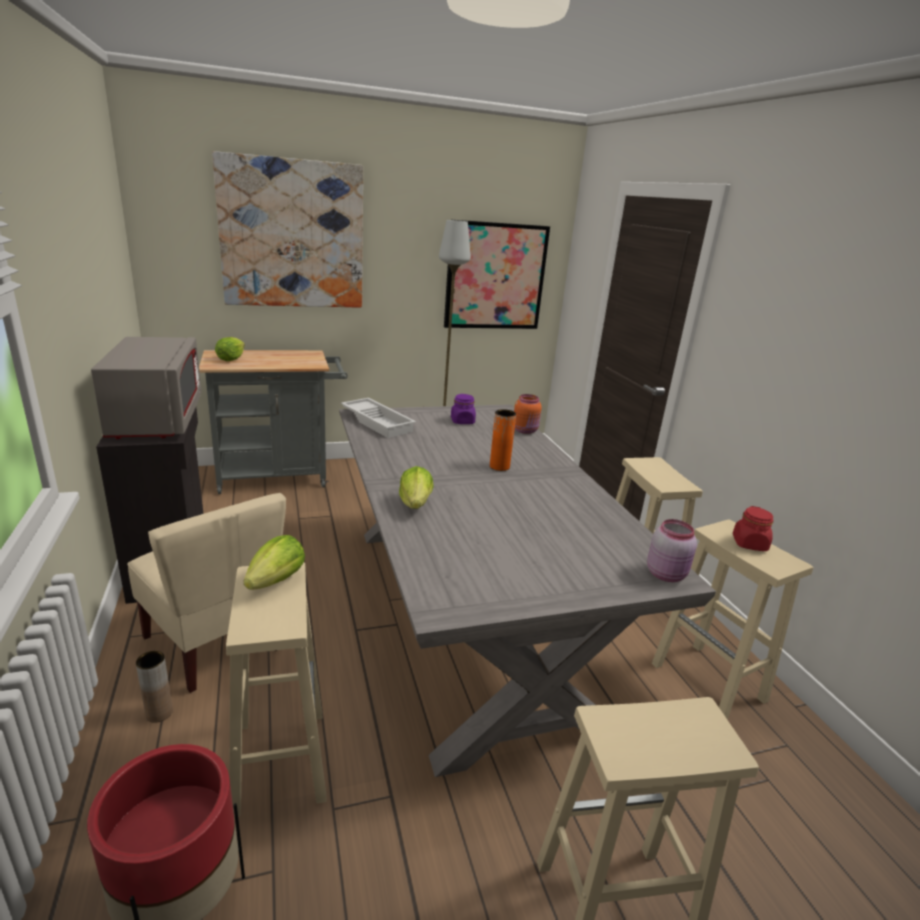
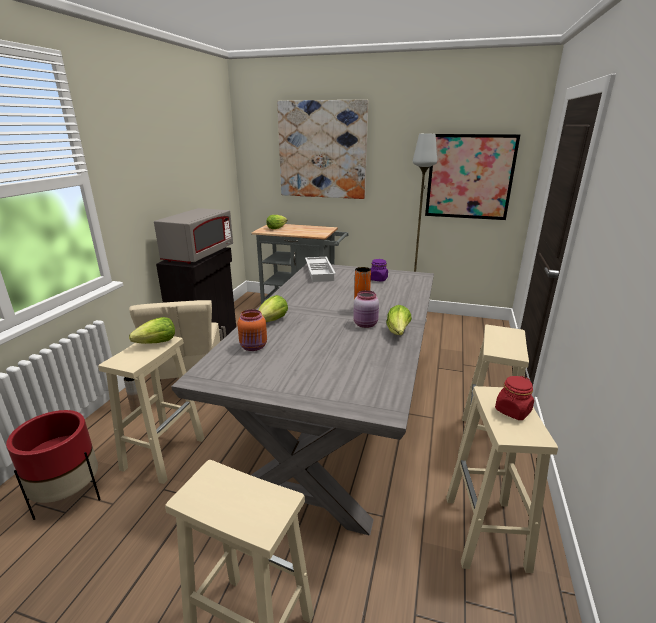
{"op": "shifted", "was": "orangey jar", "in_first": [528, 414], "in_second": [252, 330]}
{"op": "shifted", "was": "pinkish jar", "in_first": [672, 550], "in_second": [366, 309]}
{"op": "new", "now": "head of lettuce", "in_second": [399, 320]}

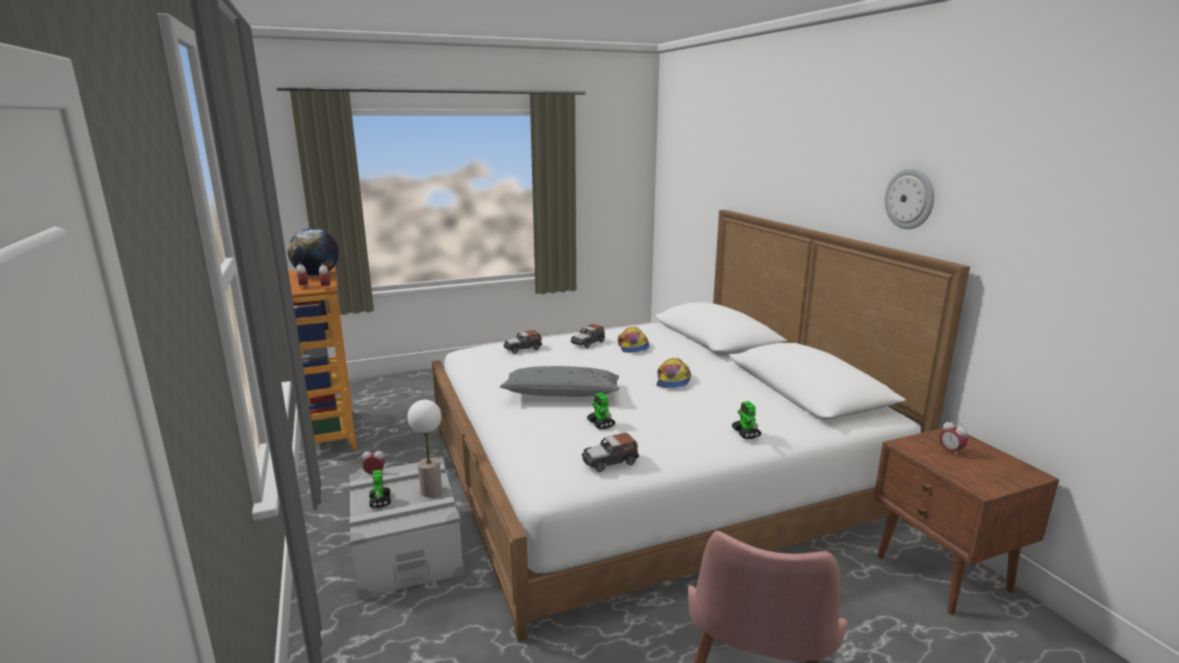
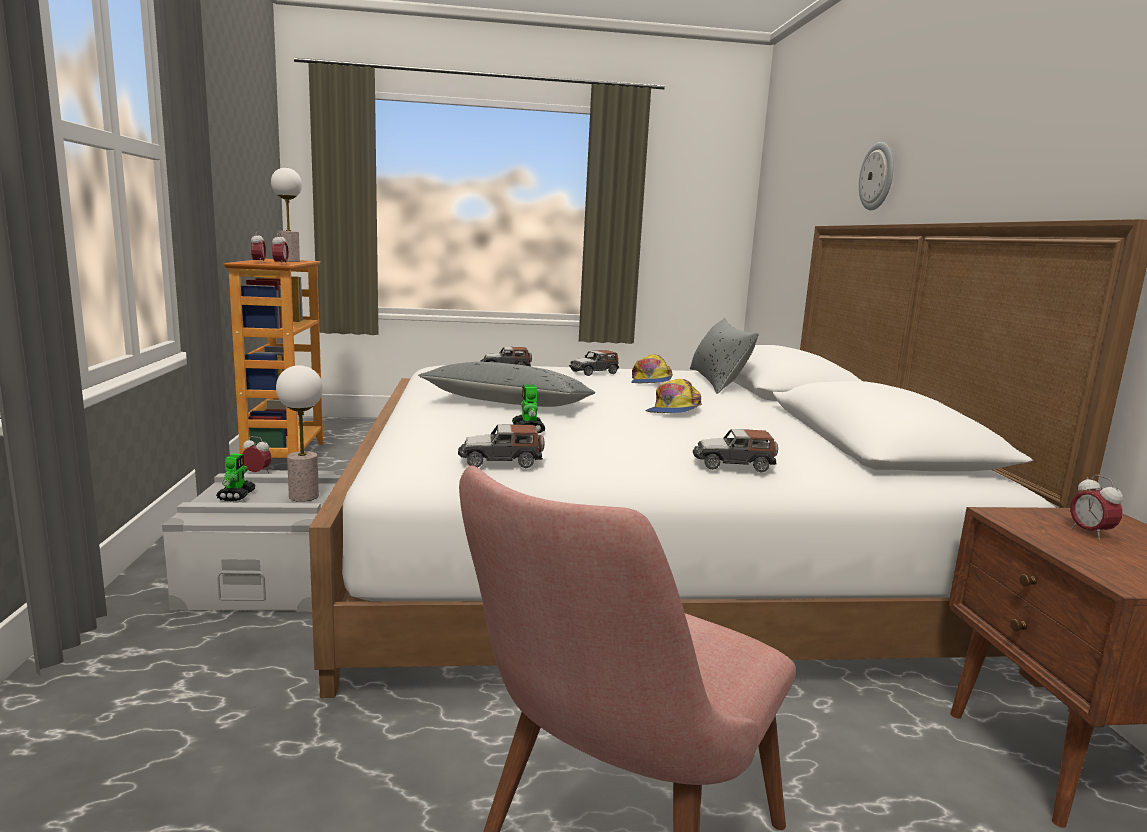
{"op": "swapped", "was": "desk globe", "now": "tabletop lamp", "in_first": [313, 252], "in_second": [286, 215]}
{"op": "swapped", "was": "model robot", "now": "miniature car", "in_first": [746, 420], "in_second": [735, 450]}
{"op": "shifted", "was": "hanging clock", "in_first": [909, 198], "in_second": [876, 176]}
{"op": "new", "now": "greyish throw pillow", "in_second": [724, 356]}

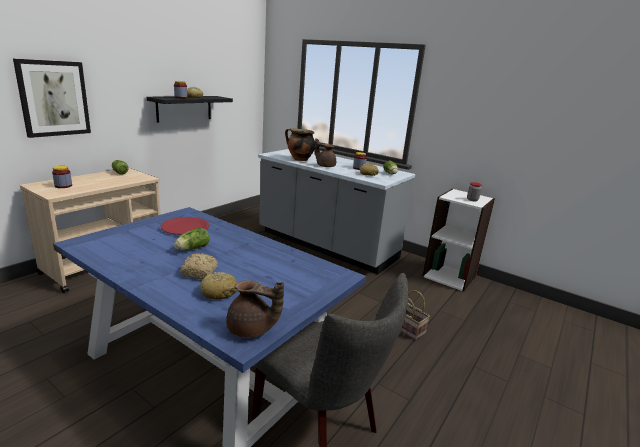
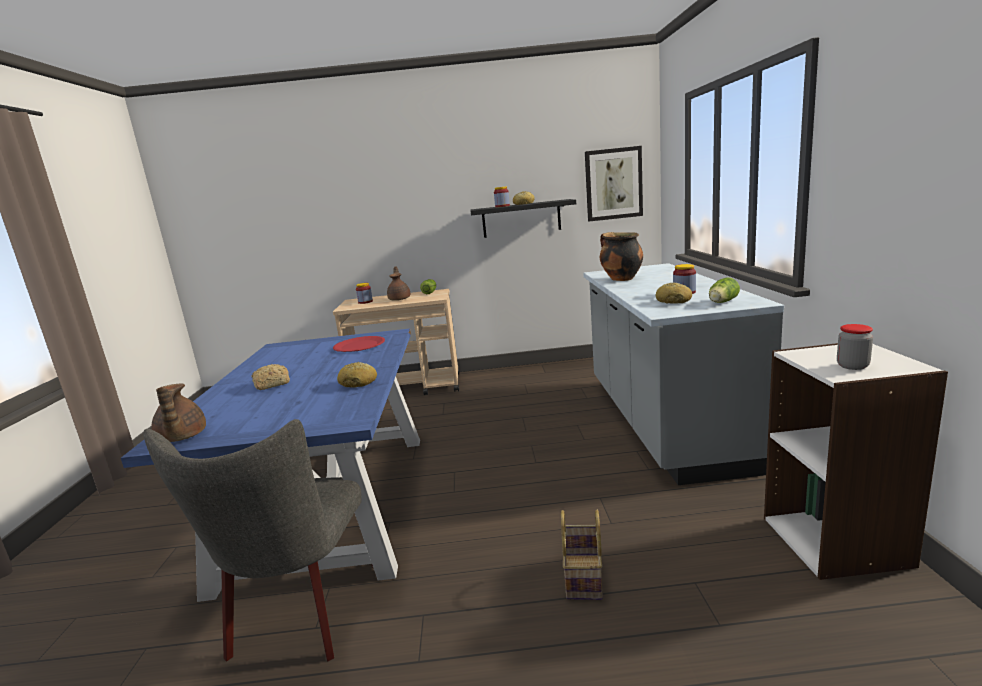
{"op": "shifted", "was": "wall art", "in_first": [52, 98], "in_second": [614, 184]}
{"op": "gone", "was": "head of lettuce", "in_first": [192, 239]}
{"op": "shifted", "was": "baked bread", "in_first": [218, 286], "in_second": [357, 375]}
{"op": "shifted", "was": "brownish teapot", "in_first": [325, 152], "in_second": [399, 283]}

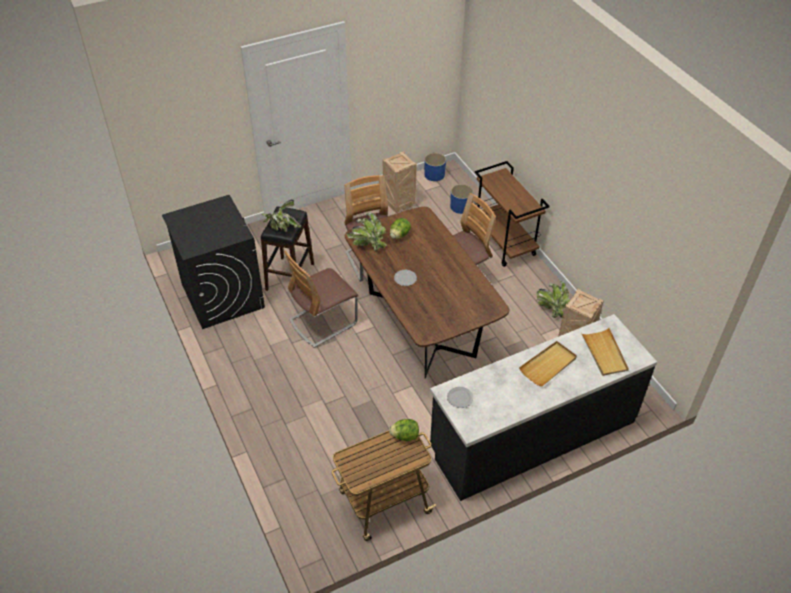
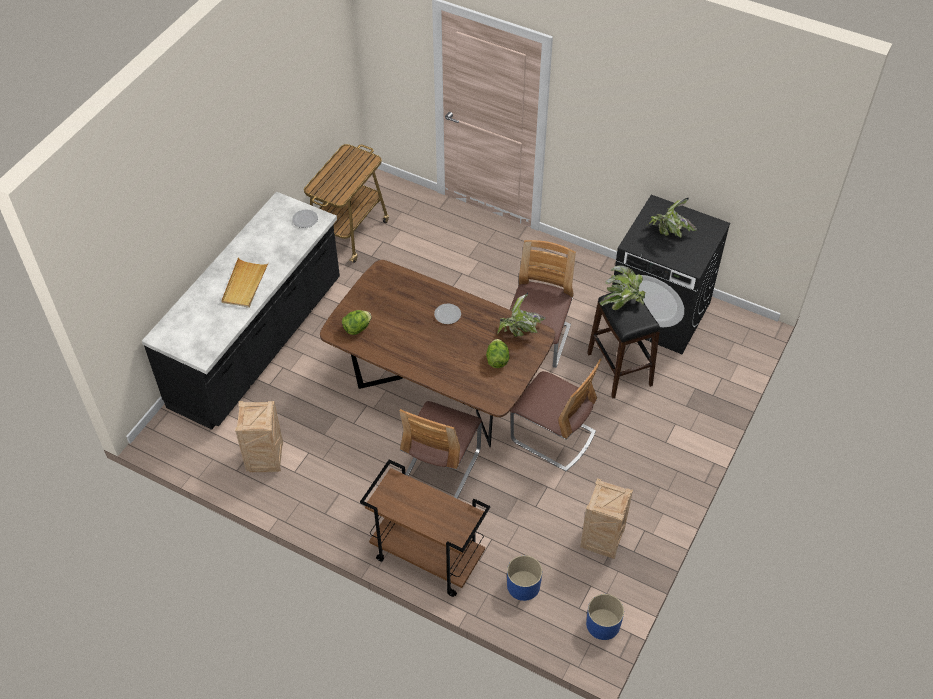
{"op": "shifted", "was": "head of lettuce", "in_first": [404, 430], "in_second": [357, 322]}
{"op": "shifted", "was": "potted plant", "in_first": [553, 299], "in_second": [671, 218]}
{"op": "gone", "was": "beige tray", "in_first": [605, 352]}

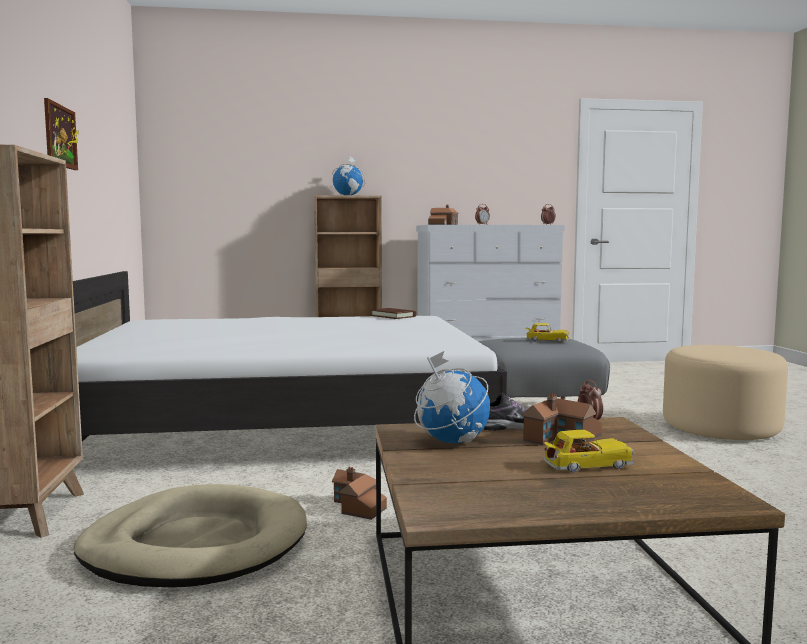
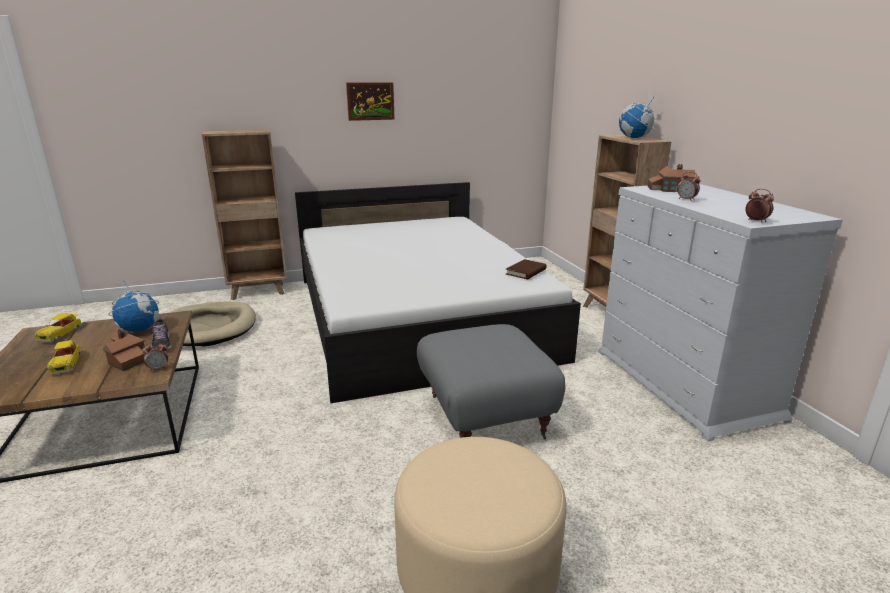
{"op": "gone", "was": "model house", "in_first": [359, 493]}
{"op": "shifted", "was": "miniature car", "in_first": [547, 333], "in_second": [58, 327]}

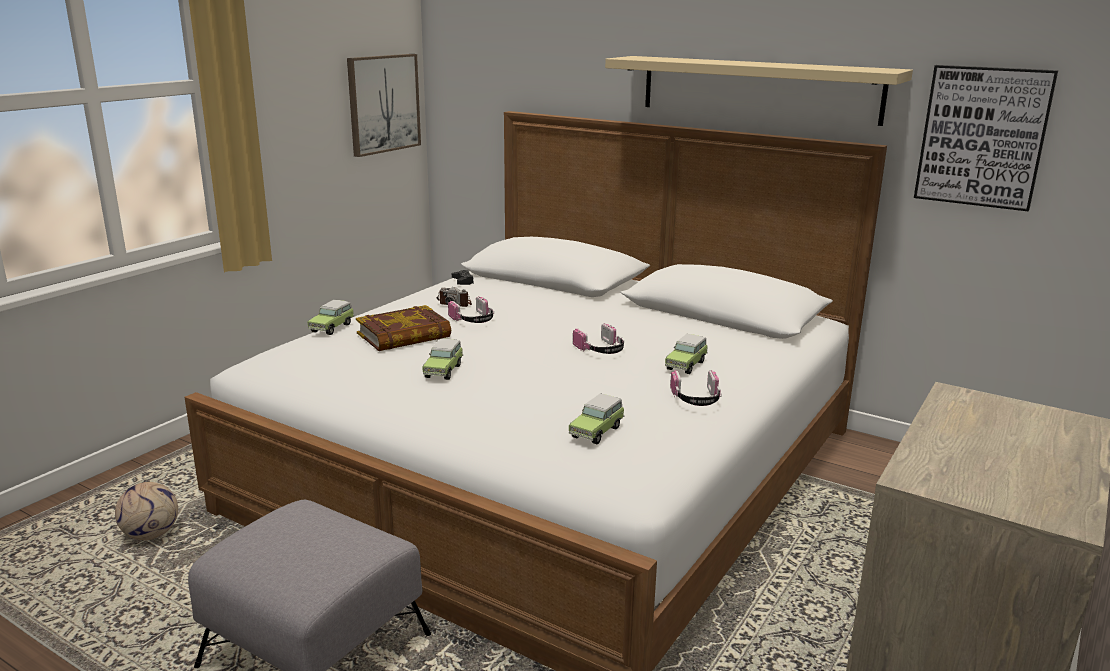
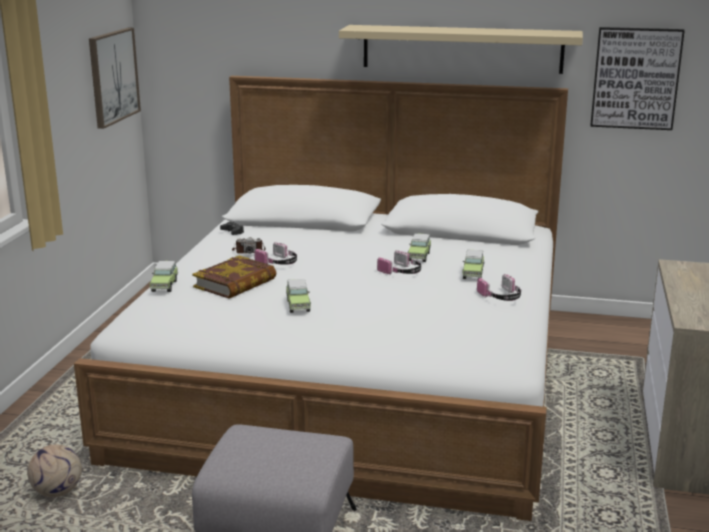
{"op": "shifted", "was": "miniature car", "in_first": [597, 418], "in_second": [419, 248]}

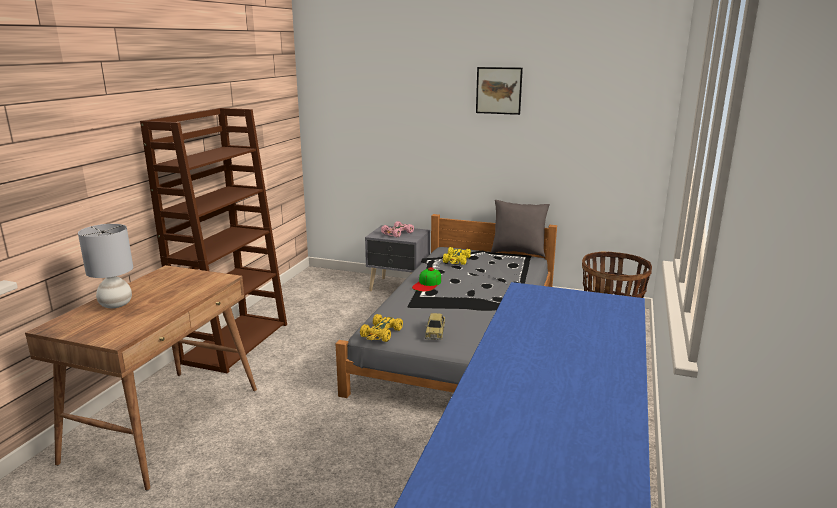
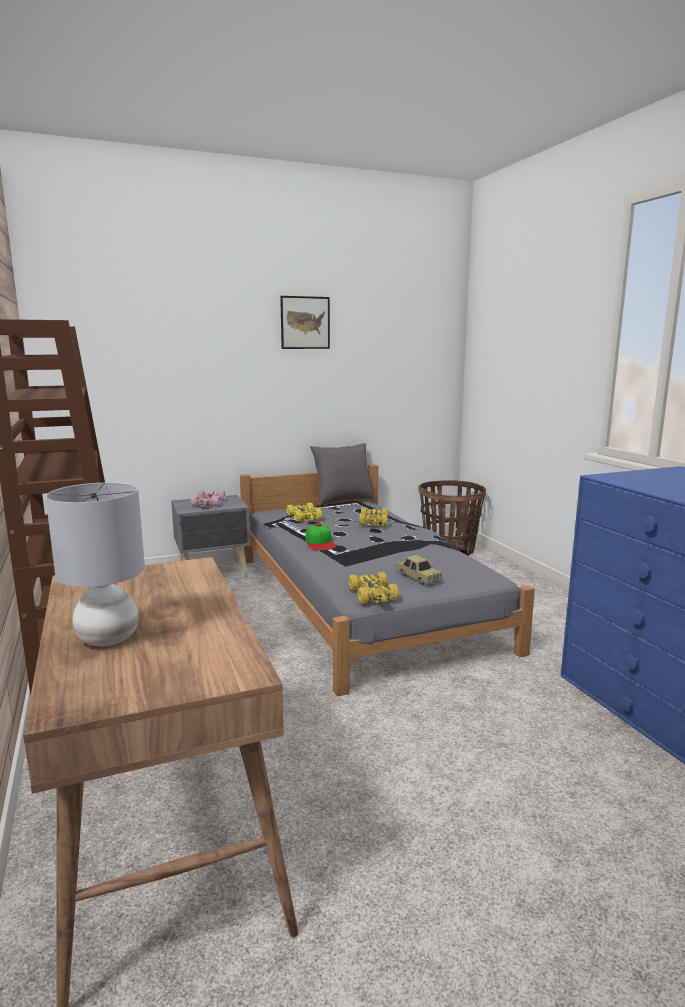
{"op": "new", "now": "yellowish miniature car", "in_second": [373, 516]}

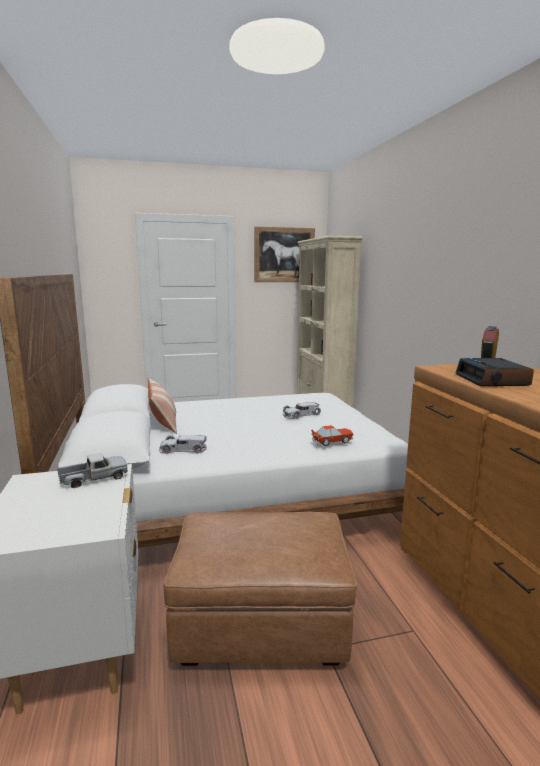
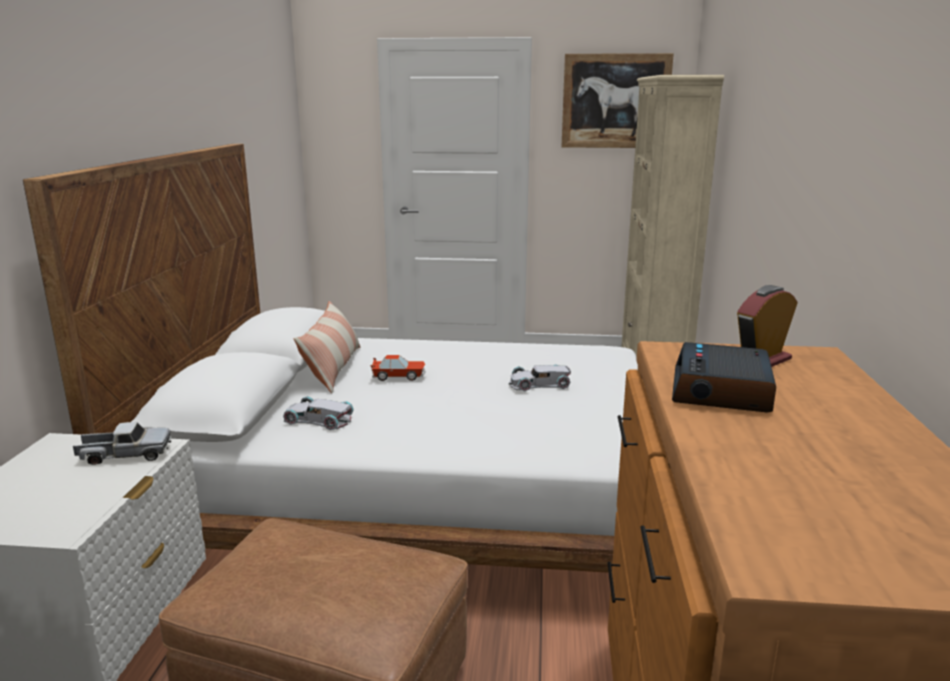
{"op": "shifted", "was": "miniature car", "in_first": [332, 435], "in_second": [398, 368]}

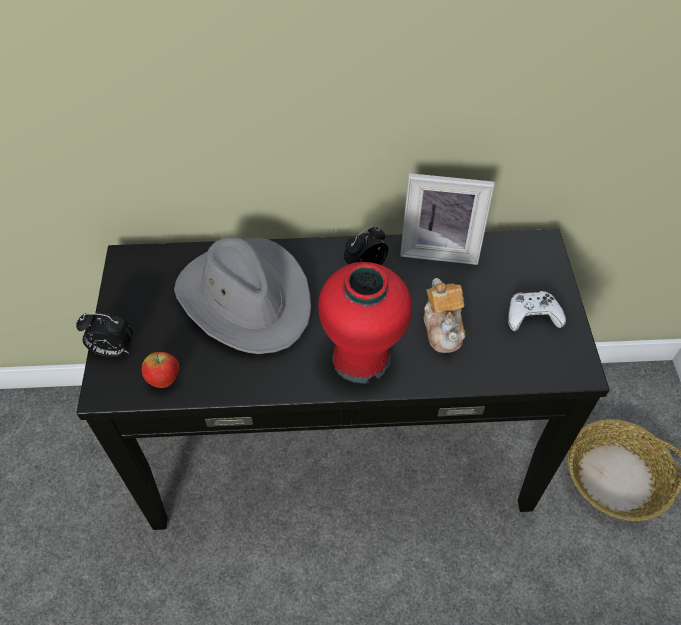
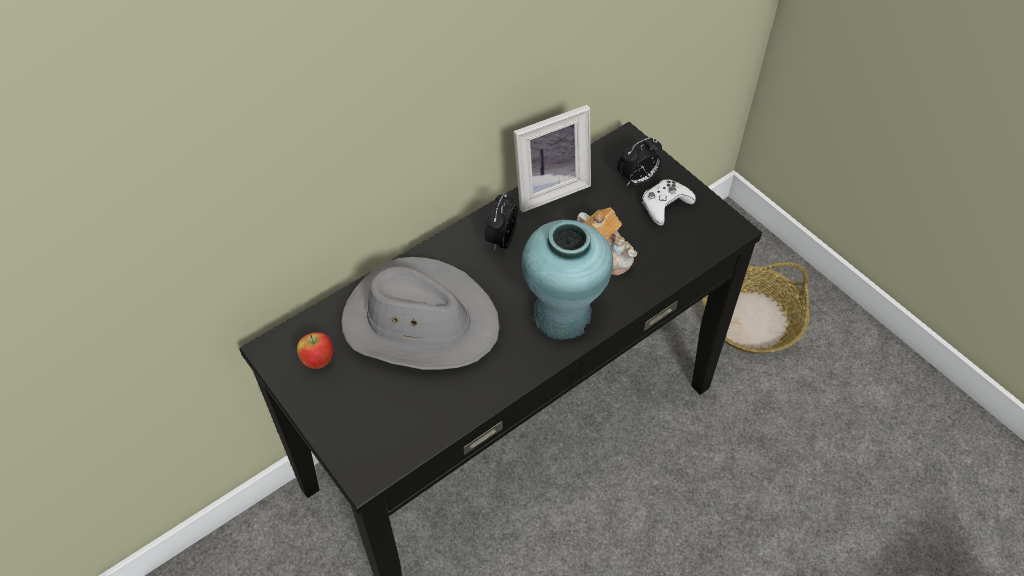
{"op": "shifted", "was": "bedside clock", "in_first": [104, 335], "in_second": [639, 161]}
{"op": "shifted", "was": "apple", "in_first": [160, 370], "in_second": [315, 350]}
{"op": "repainted", "was": "reddish flower vase", "now": "turquoise-coloured flower vase", "in_first": [365, 323], "in_second": [567, 280]}

